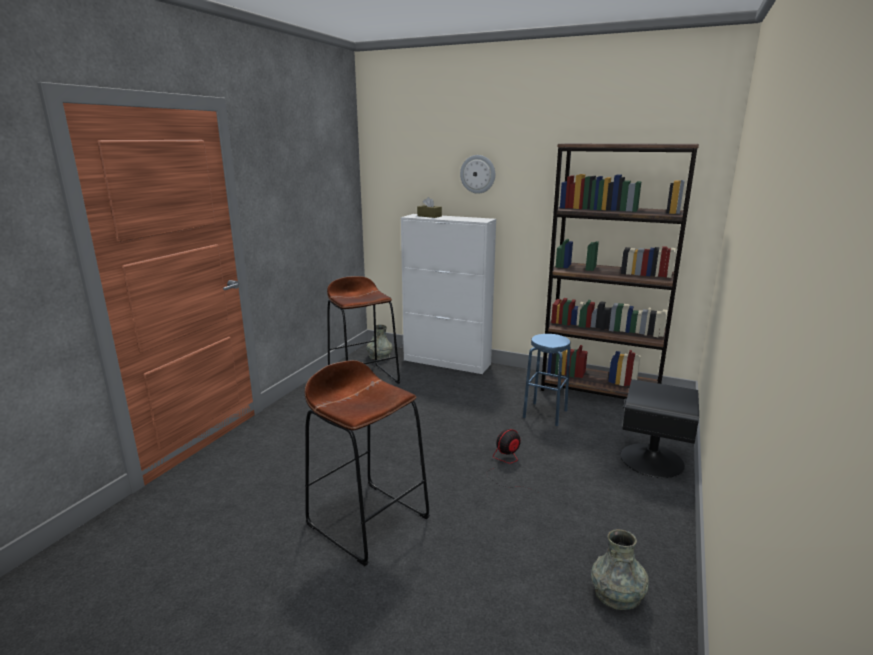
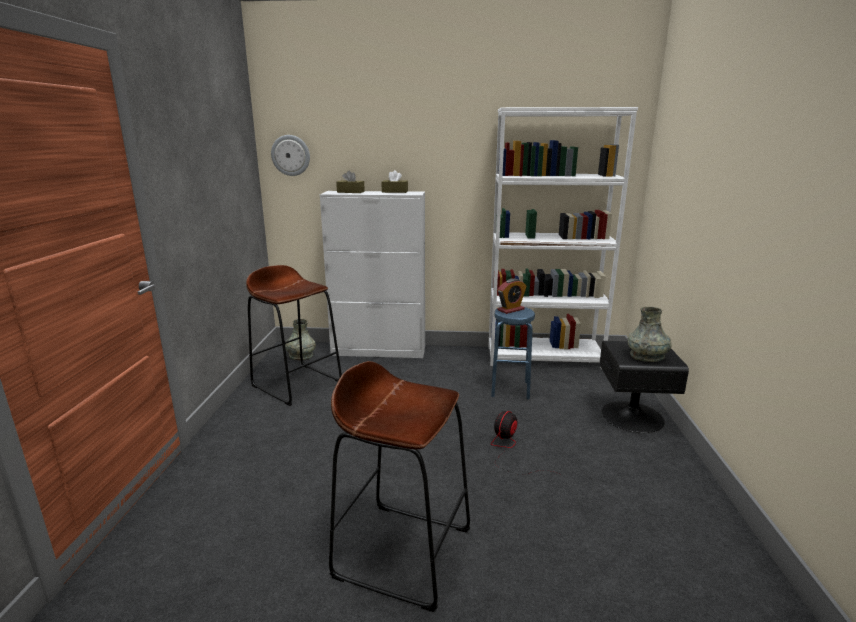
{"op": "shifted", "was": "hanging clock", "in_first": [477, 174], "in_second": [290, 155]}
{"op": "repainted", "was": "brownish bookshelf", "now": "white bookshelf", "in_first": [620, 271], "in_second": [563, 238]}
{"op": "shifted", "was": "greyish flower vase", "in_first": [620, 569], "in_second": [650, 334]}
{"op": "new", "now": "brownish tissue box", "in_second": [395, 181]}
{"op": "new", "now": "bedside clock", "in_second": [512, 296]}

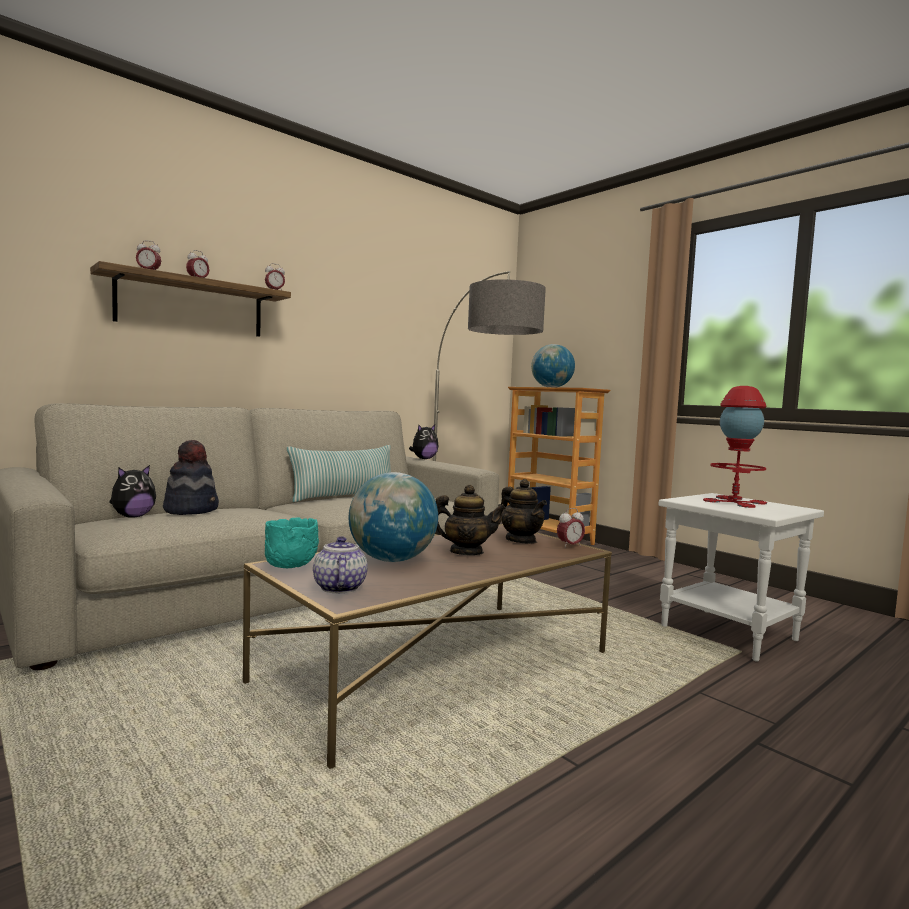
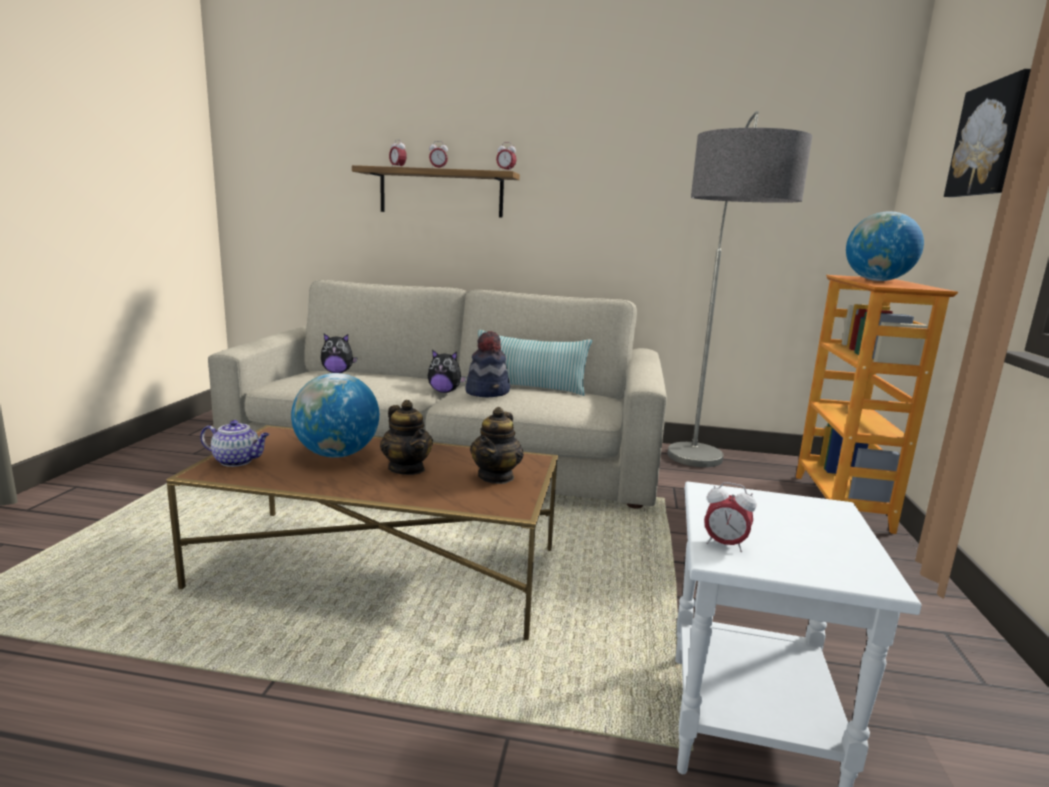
{"op": "shifted", "was": "wearable hat", "in_first": [191, 477], "in_second": [487, 364]}
{"op": "gone", "was": "turquoise-coloured deep dish", "in_first": [292, 543]}
{"op": "rotated", "was": "teapot", "in_first": [340, 564], "in_second": [235, 443], "clockwise": 60}
{"op": "shifted", "was": "soft toy", "in_first": [424, 442], "in_second": [447, 371]}
{"op": "shifted", "was": "bedside clock", "in_first": [571, 528], "in_second": [730, 517]}
{"op": "gone", "was": "reddish tabletop lamp", "in_first": [735, 447]}
{"op": "new", "now": "wall art", "in_second": [987, 133]}

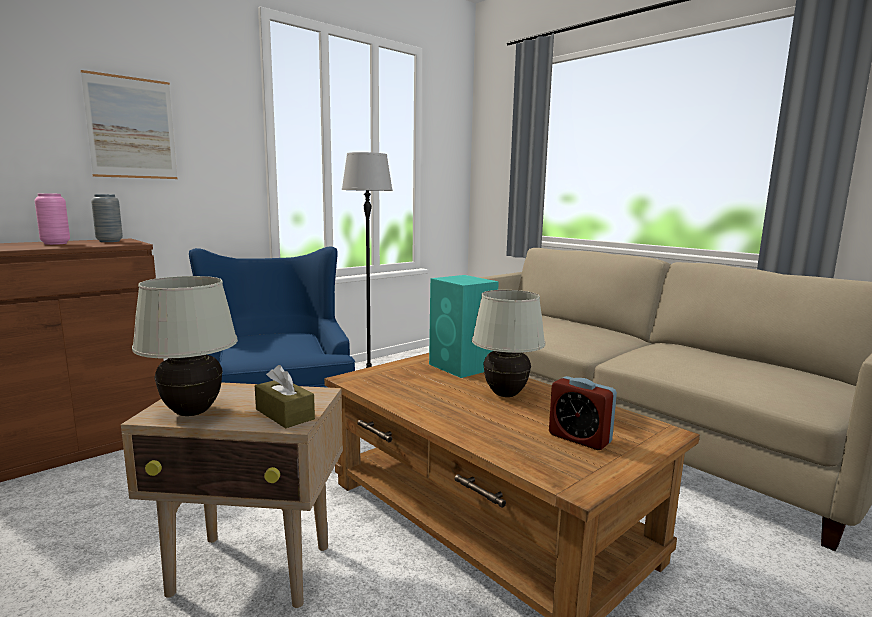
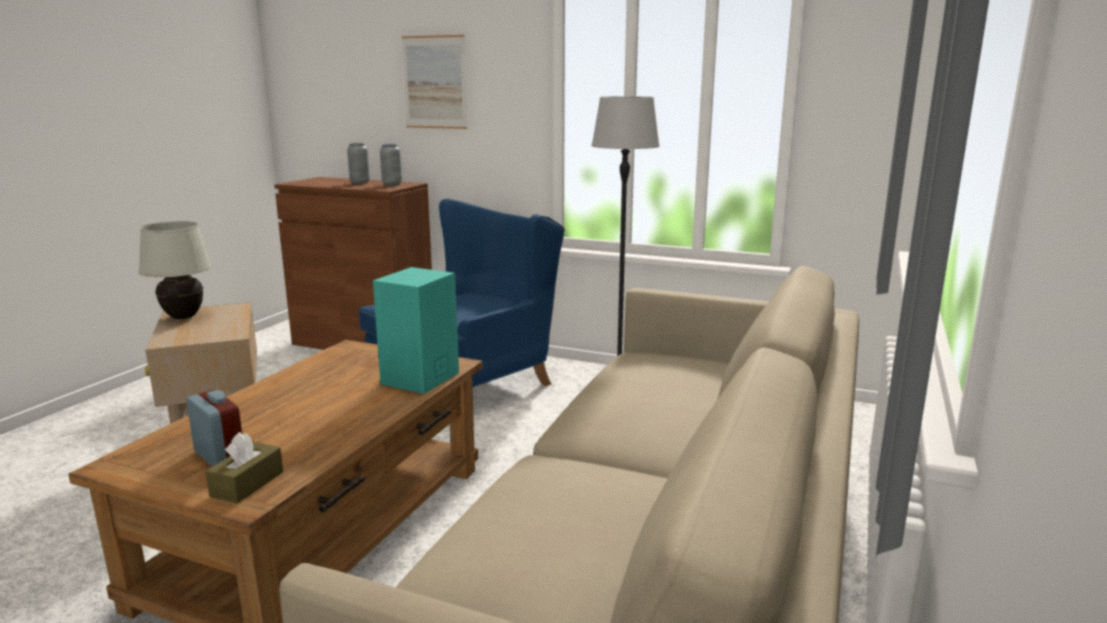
{"op": "repainted", "was": "pinkish flower vase", "now": "greyish flower vase", "in_first": [52, 219], "in_second": [358, 163]}
{"op": "shifted", "was": "brownish tissue box", "in_first": [285, 396], "in_second": [244, 468]}
{"op": "gone", "was": "white tabletop lamp", "in_first": [508, 343]}
{"op": "rotated", "was": "bedside clock", "in_first": [583, 413], "in_second": [214, 428], "clockwise": 120}

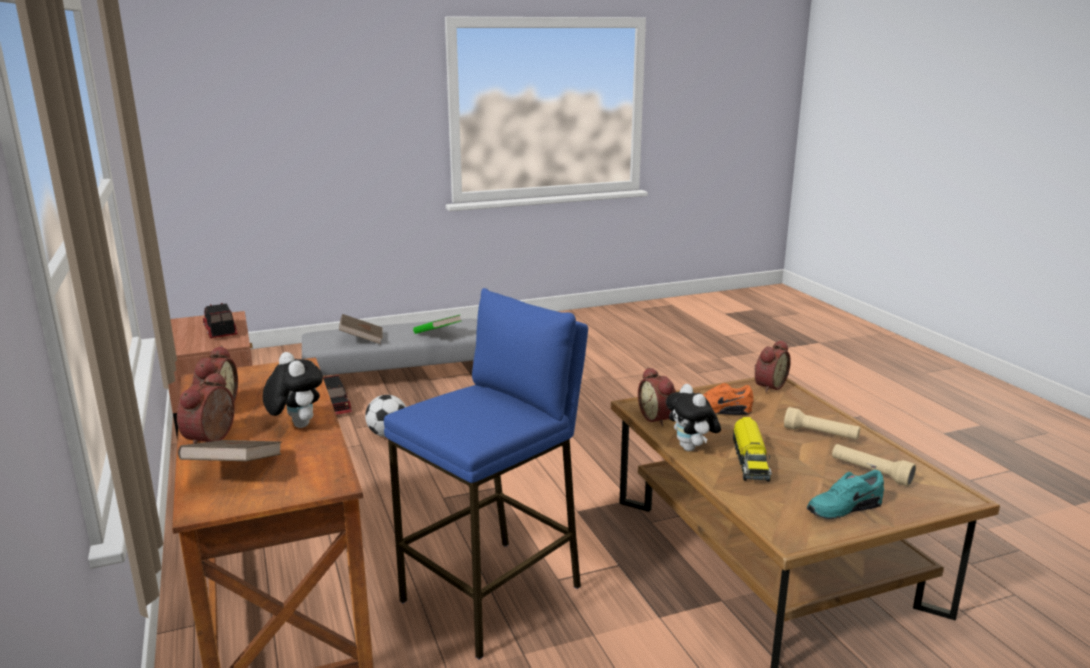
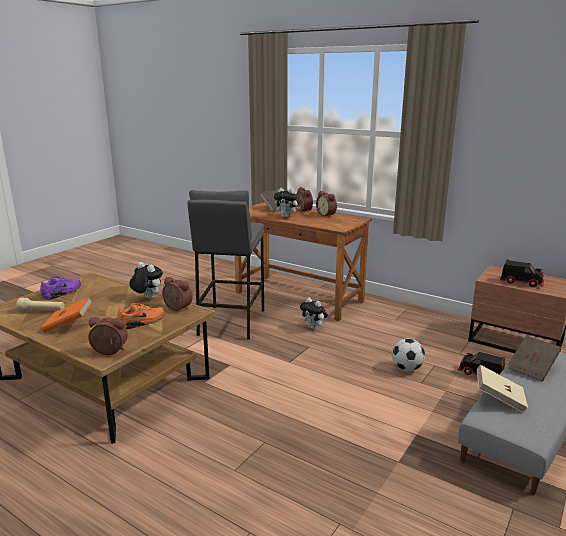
{"op": "repainted", "was": "bluish stool", "now": "greyish stool", "in_first": [486, 473], "in_second": [225, 265]}
{"op": "repainted", "was": "green volume", "now": "beige volume", "in_first": [437, 324], "in_second": [502, 389]}
{"op": "gone", "was": "toy truck", "in_first": [752, 449]}
{"op": "rotated", "was": "bedside clock", "in_first": [772, 366], "in_second": [108, 336], "clockwise": 90}
{"op": "swapped", "was": "beige torch", "now": "orangey volume", "in_first": [822, 423], "in_second": [67, 315]}
{"op": "repainted", "was": "turquoise-coloured shoe", "now": "purple shoe", "in_first": [845, 494], "in_second": [60, 288]}
{"op": "new", "now": "soft toy", "in_second": [314, 313]}

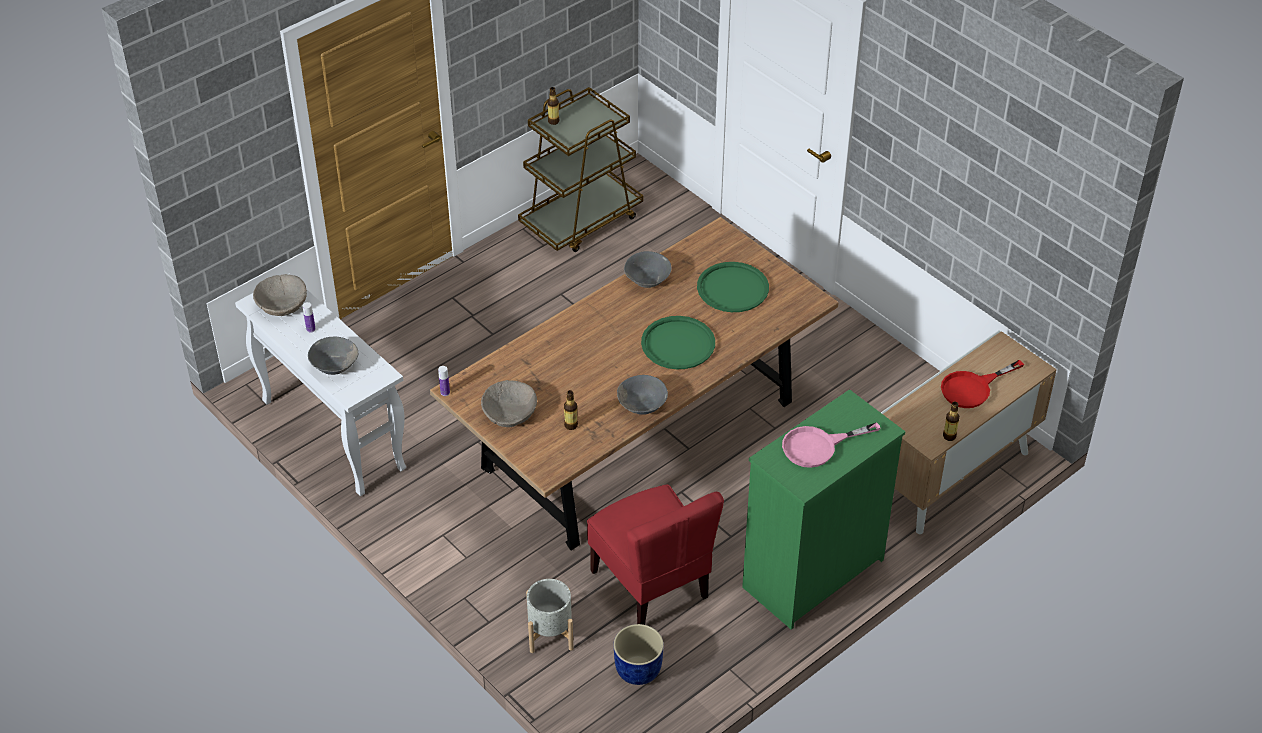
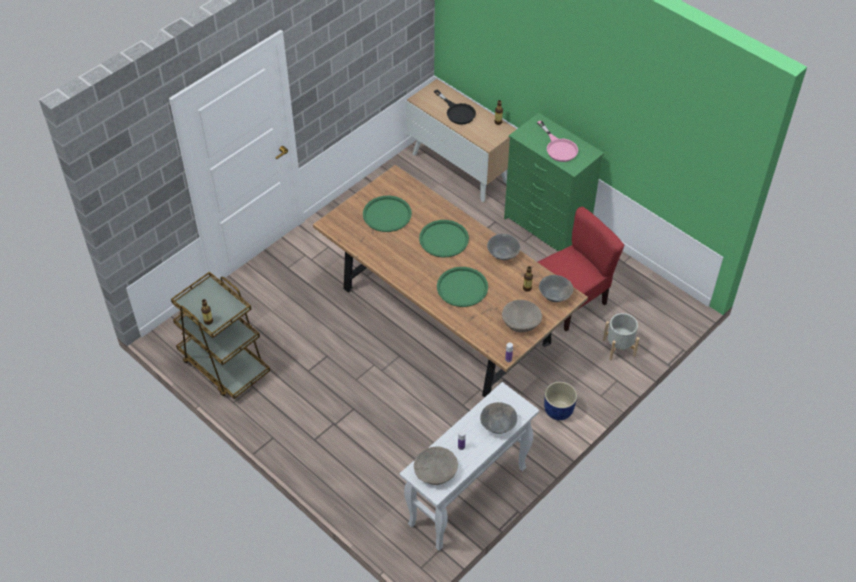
{"op": "shifted", "was": "bluish flower pot", "in_first": [638, 654], "in_second": [560, 401]}
{"op": "shifted", "was": "greyish deep dish", "in_first": [647, 269], "in_second": [556, 288]}
{"op": "repainted", "was": "reddish pan", "now": "black-coloured pan", "in_first": [982, 384], "in_second": [455, 107]}
{"op": "new", "now": "green tray", "in_second": [462, 287]}

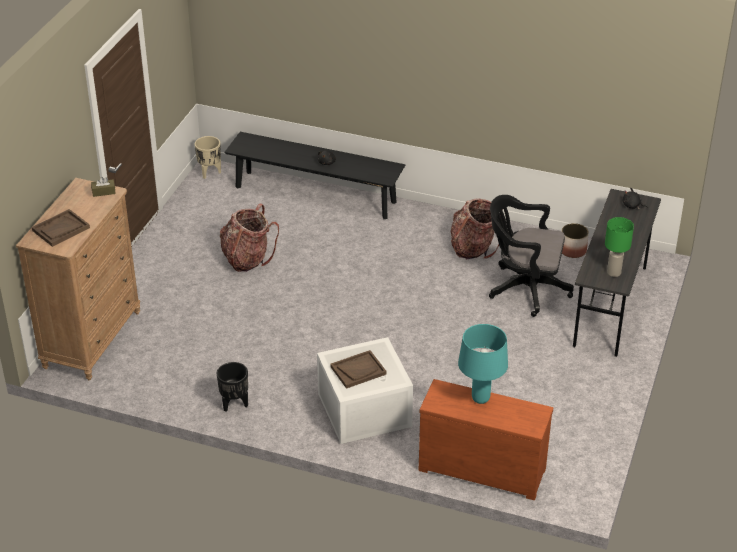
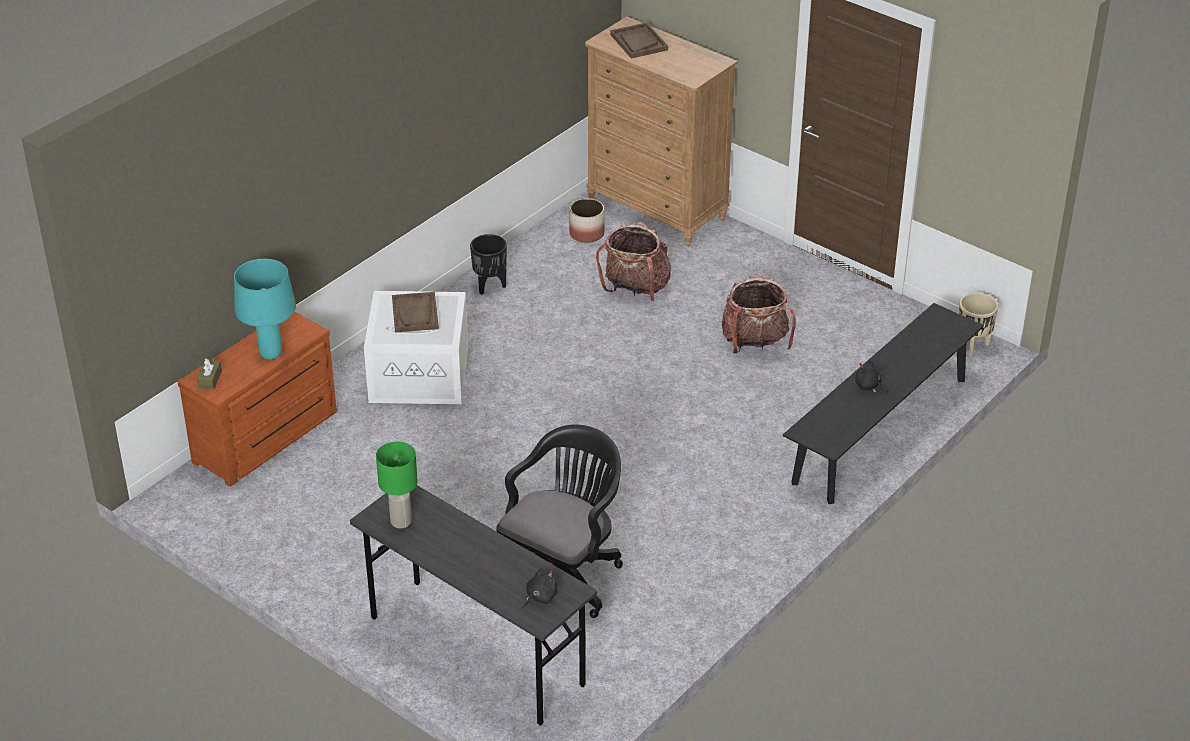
{"op": "shifted", "was": "brownish tissue box", "in_first": [103, 187], "in_second": [209, 374]}
{"op": "shifted", "was": "knapsack", "in_first": [475, 228], "in_second": [633, 261]}
{"op": "shifted", "was": "flower pot", "in_first": [575, 240], "in_second": [586, 221]}

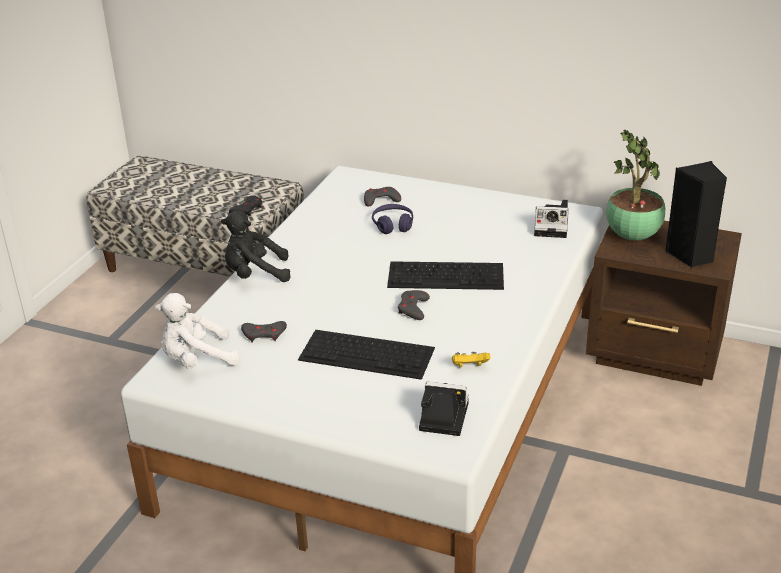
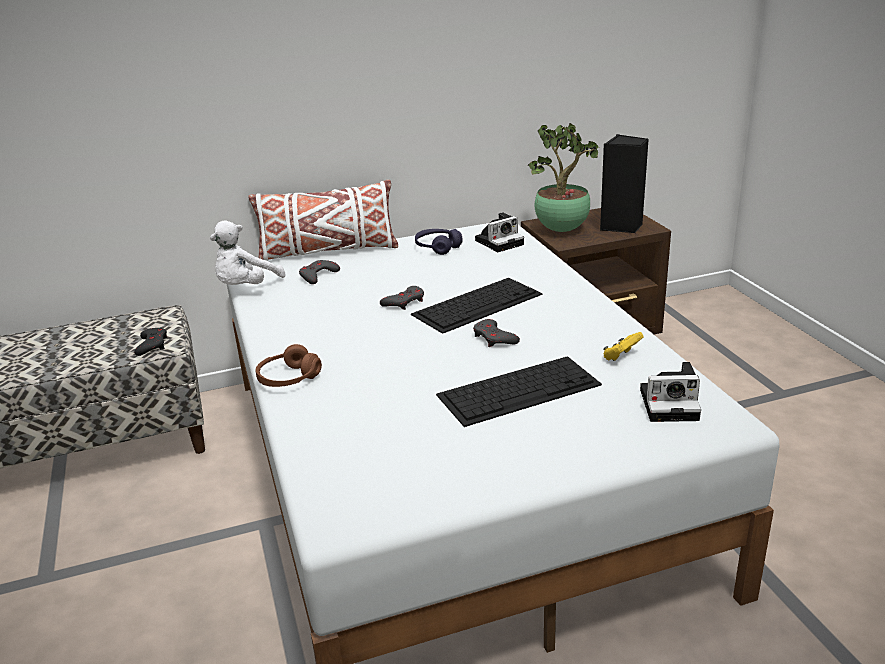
{"op": "shifted", "was": "white soft toy", "in_first": [197, 331], "in_second": [248, 252]}
{"op": "swapped", "was": "black-coloured soft toy", "now": "brownish headphones", "in_first": [256, 246], "in_second": [289, 365]}
{"op": "shifted", "was": "greyish gamepad", "in_first": [264, 332], "in_second": [402, 298]}
{"op": "shifted", "was": "purple headphones", "in_first": [392, 219], "in_second": [439, 242]}
{"op": "rotated", "was": "still camera", "in_first": [444, 408], "in_second": [670, 392], "clockwise": -150}
{"op": "new", "now": "white throw pillow", "in_second": [323, 220]}

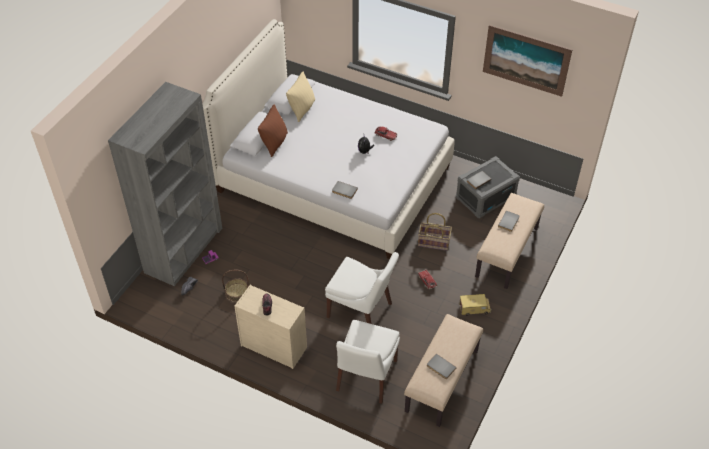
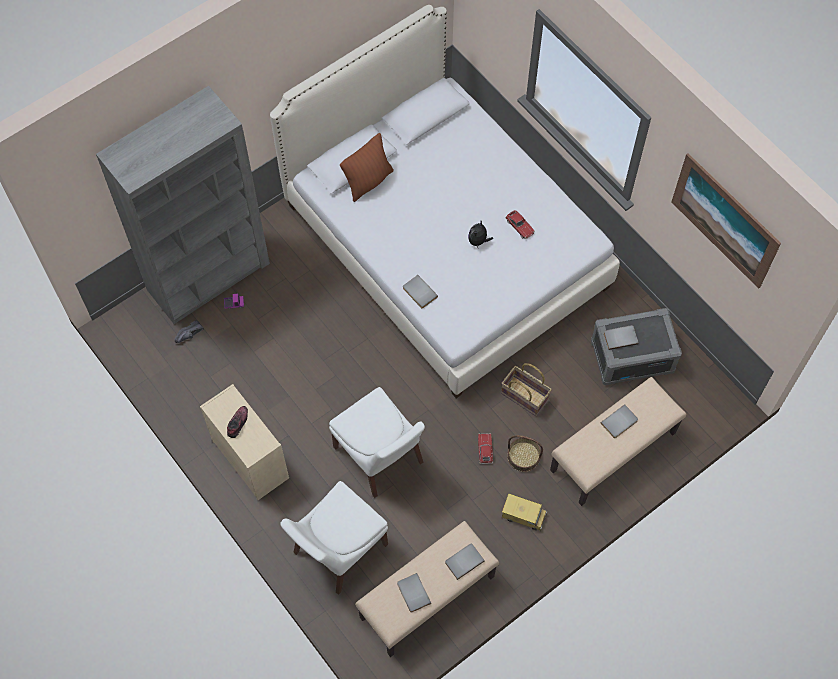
{"op": "shifted", "was": "household basket", "in_first": [235, 286], "in_second": [525, 453]}
{"op": "gone", "was": "beige throw pillow", "in_first": [300, 97]}
{"op": "new", "now": "greyish volume", "in_second": [465, 562]}

